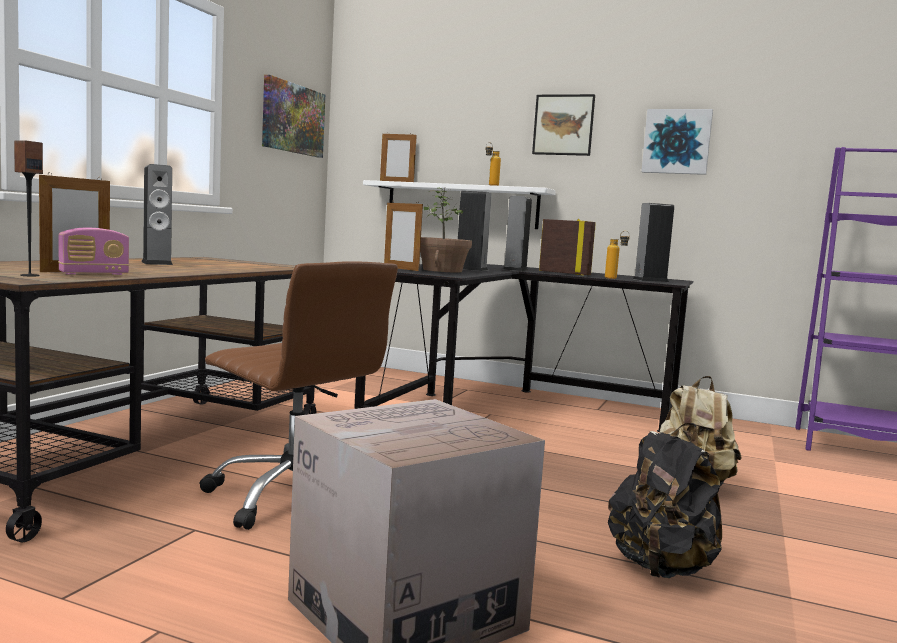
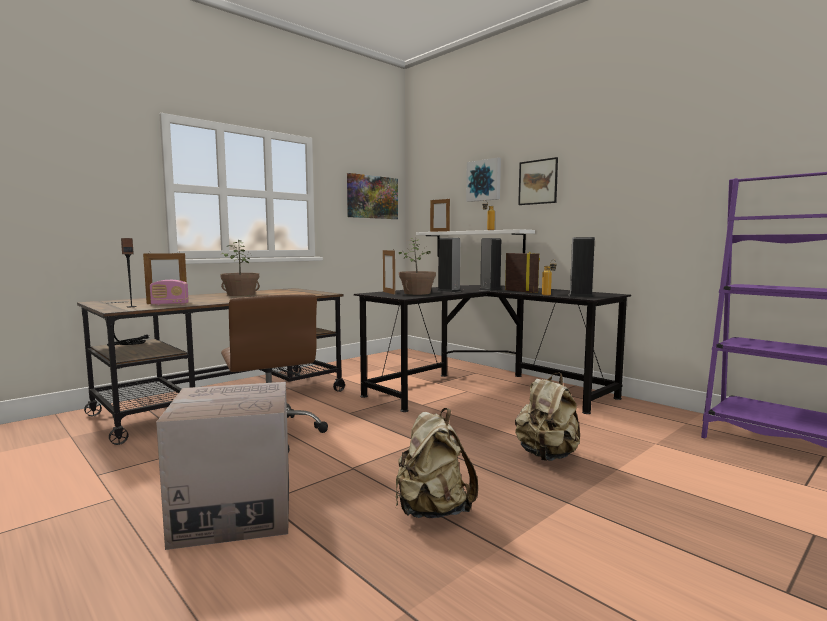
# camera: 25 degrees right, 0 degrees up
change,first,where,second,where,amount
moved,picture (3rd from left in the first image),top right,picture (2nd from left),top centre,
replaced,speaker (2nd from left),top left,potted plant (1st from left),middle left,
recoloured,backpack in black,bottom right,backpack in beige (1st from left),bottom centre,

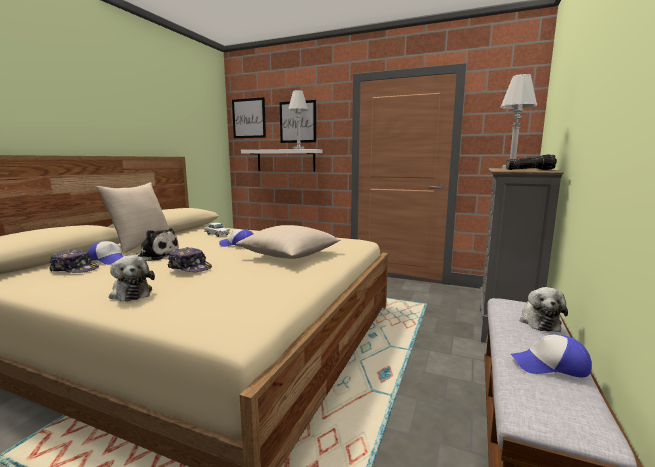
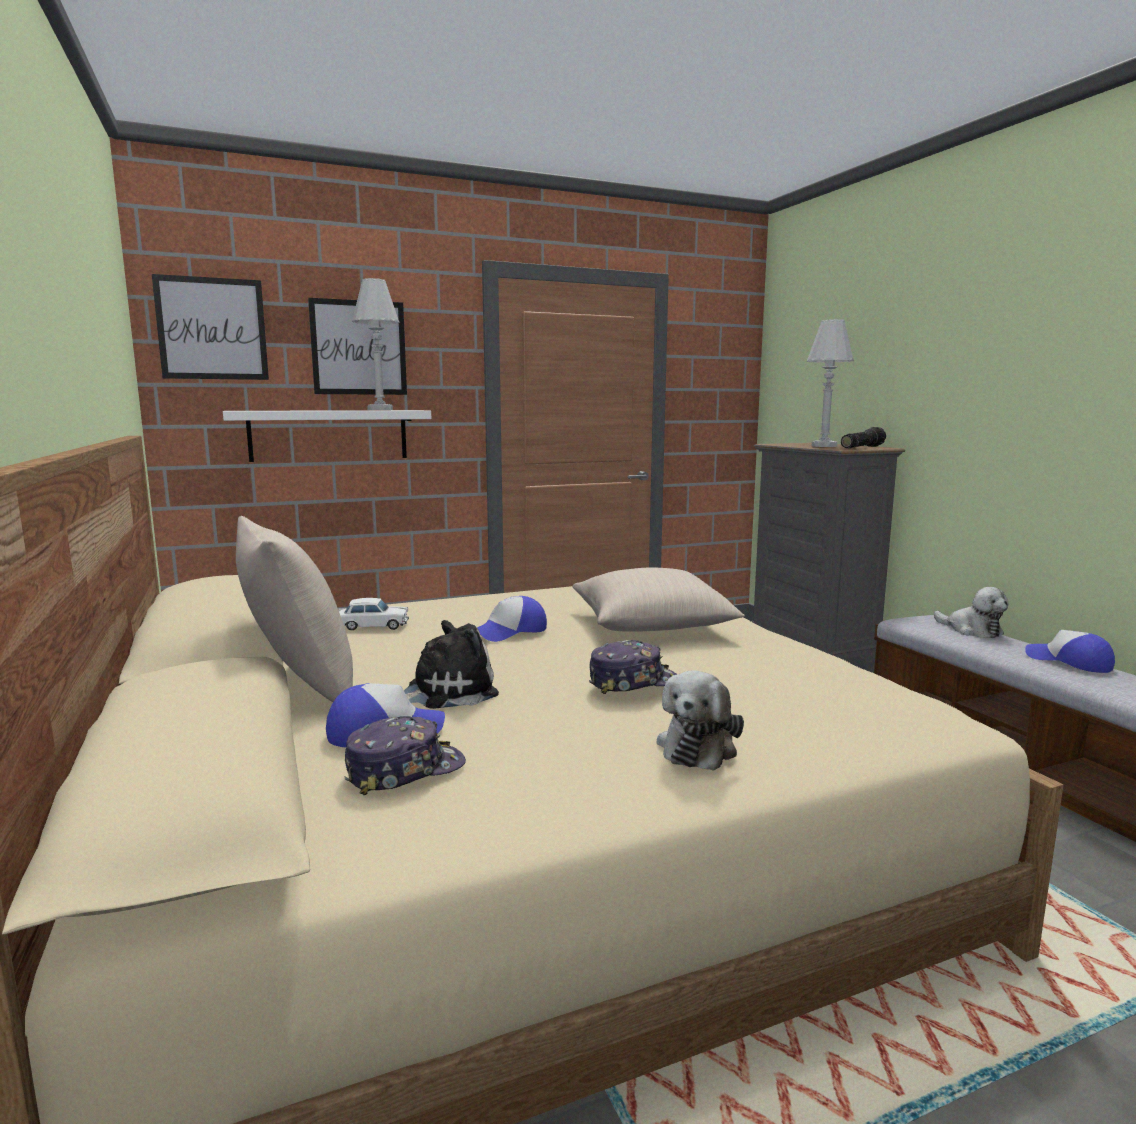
# camera: 45 degrees left, 0 degrees up
change,first,where,second,where,amount
turned,plush toy (1st from left in the first image),middle left,plush toy (2nd from left),centre,105 degrees clockwise
turned,cap (5th from left),bottom right,,middle right,90 degrees clockwise

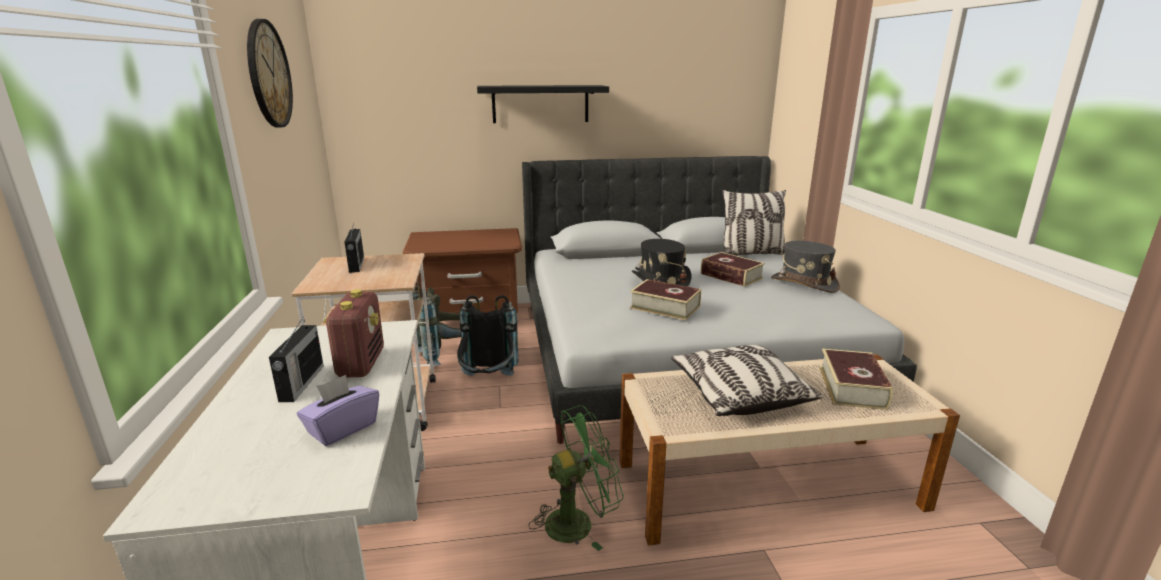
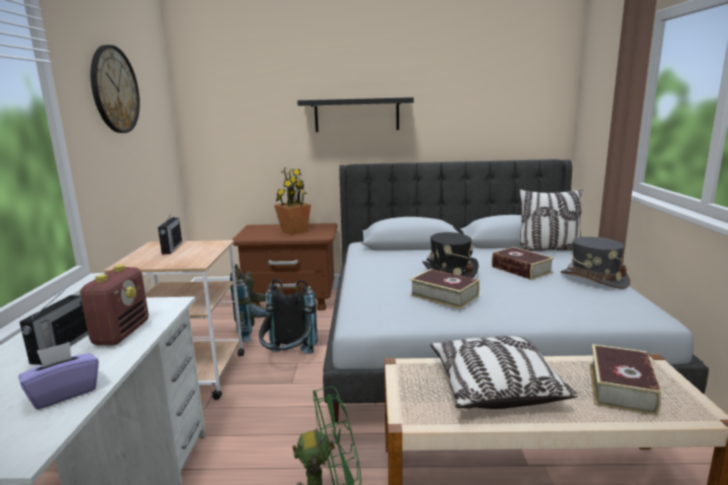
# camera: 10 degrees right, 5 degrees down
change,first,where,second,where,amount
added,,,potted plant,centre,

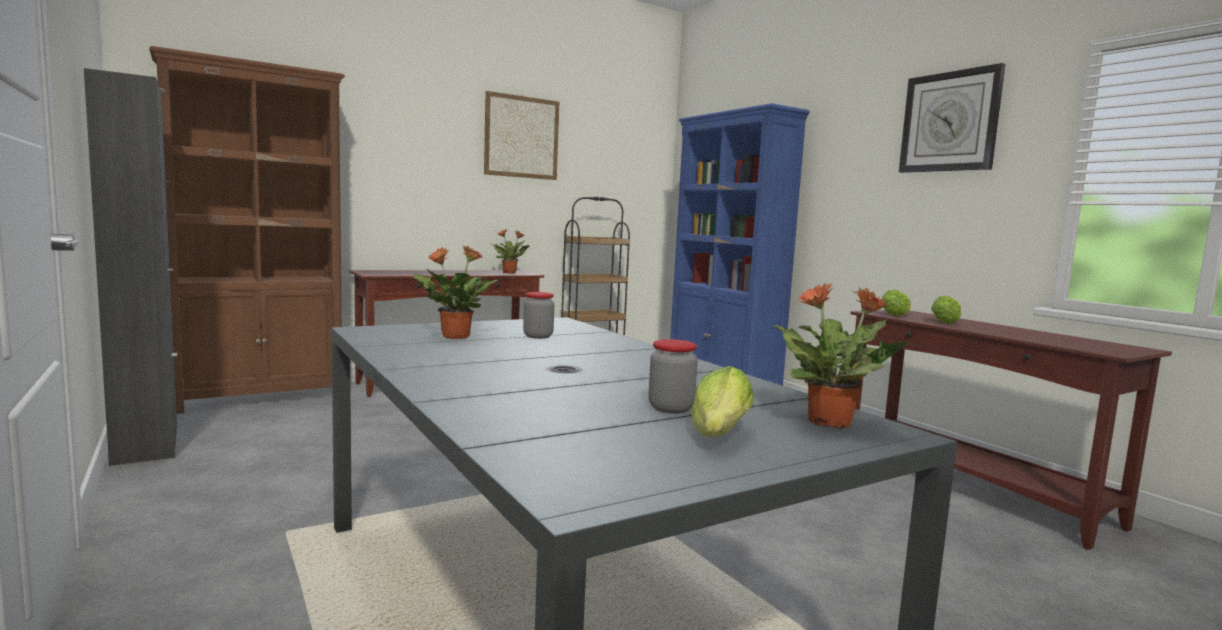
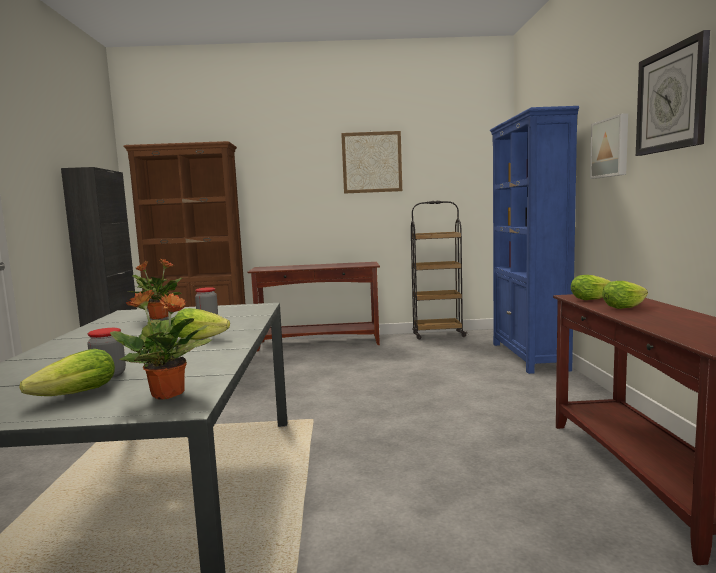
# camera: 30 degrees right, 0 degrees up
change,first,where,second,where,amount
removed,potted plant (2nd from left),centre,,,
added,,,picture (2nd from left),top right,
added,,,lettuce (2nd from left),middle left,

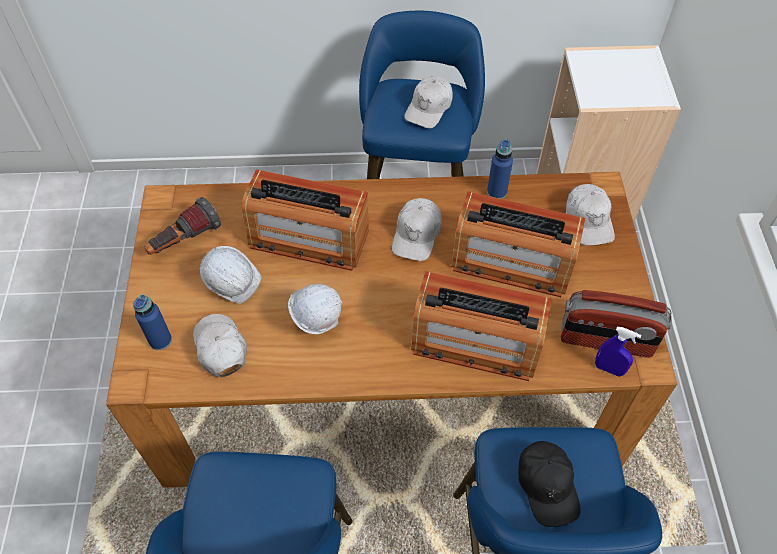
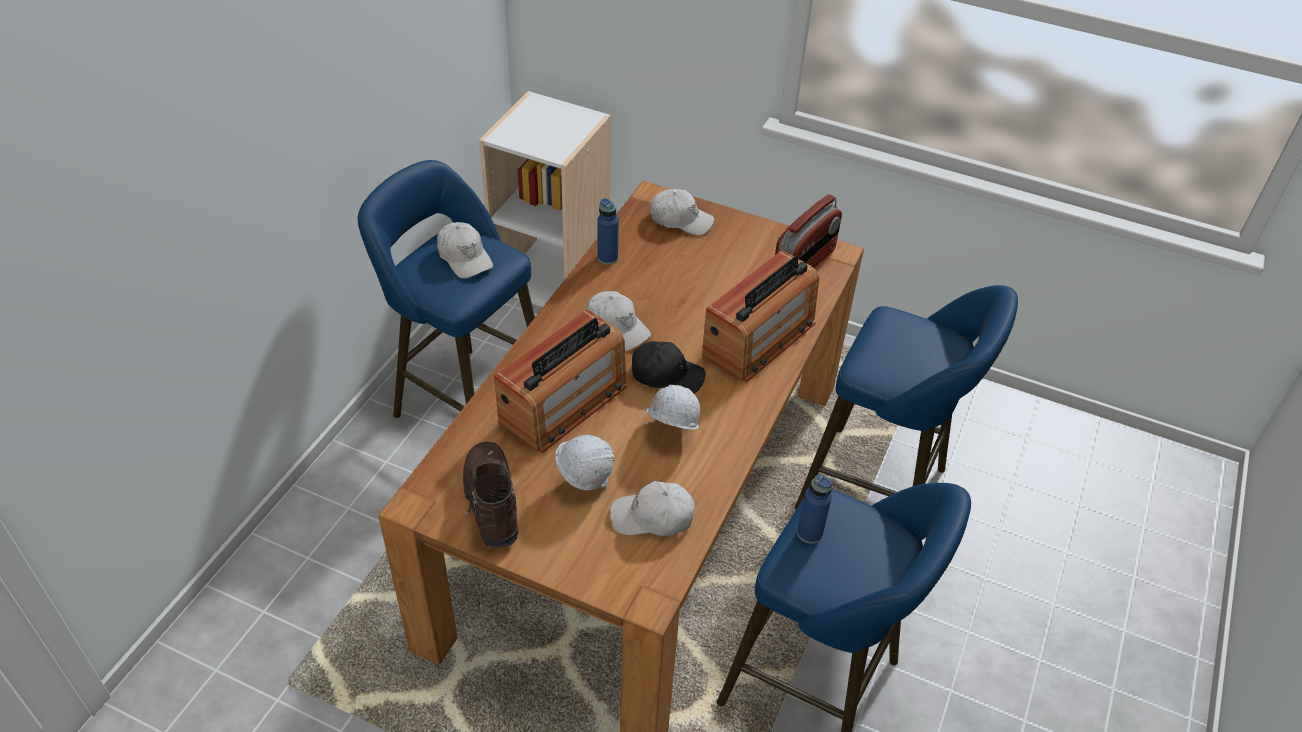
# camera: 65 degrees left, 10 degrees down
change,first,where,second,where,amount
removed,radio (3rd from left),middle right,,,
replaced,flashlight,middle left,boot in brown,bottom centre,
moved,bottle in blue (1st from left in the first image),middle left,bottle in blue (2nd from left),bottom centre,
removed,spray bottle in blue,middle right,,,
moved,cap in black,bottom right,,centre,

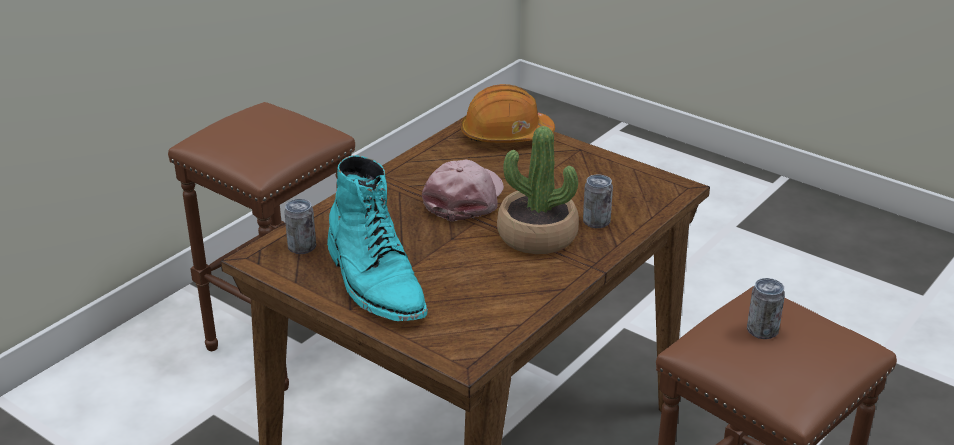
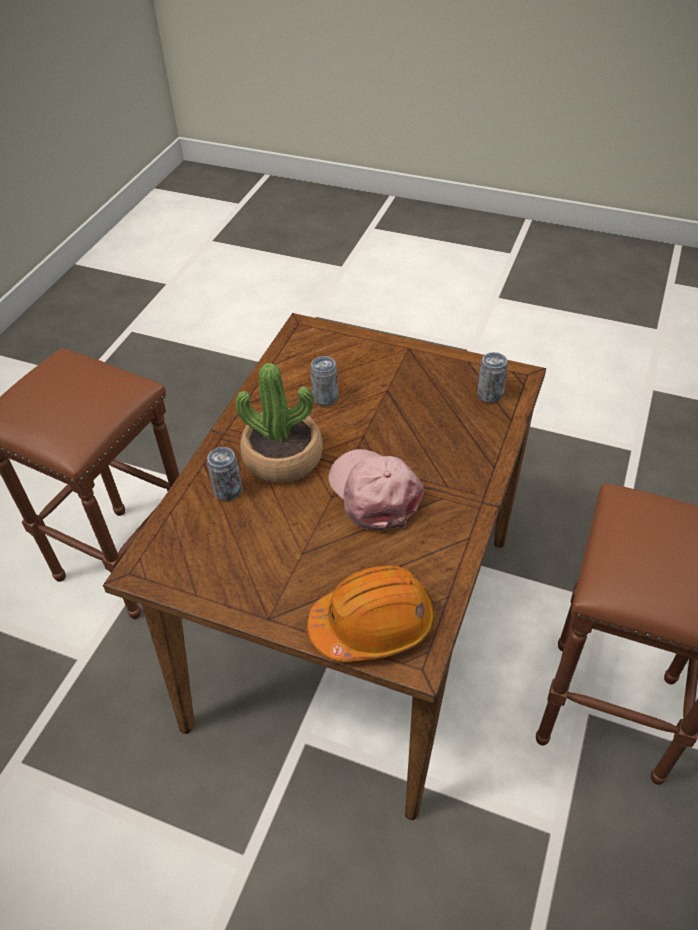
# camera: 165 degrees right, 15 degrees up
change,first,where,second,where,amount
removed,boot in turquoise,centre,,,
turned,cap in pink,centre,,centre,150 degrees clockwise
moved,can (3rd from left in the first image),bottom right,can (2nd from left),centre,

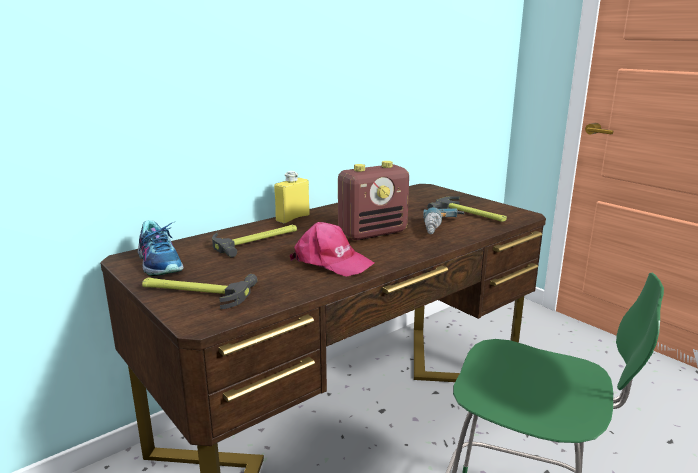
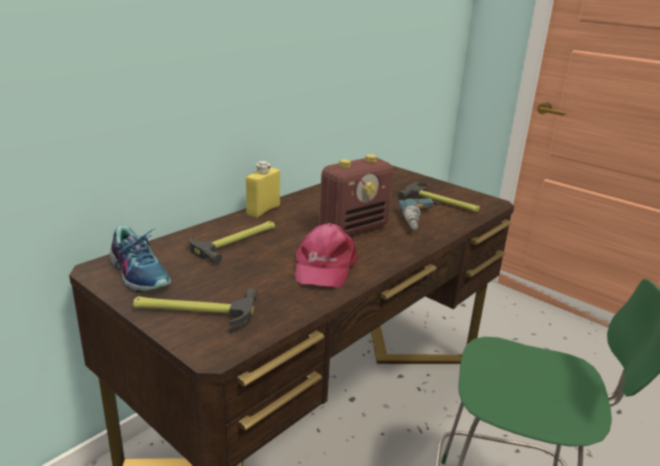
# camera: 10 degrees left, 5 degrees up
change,first,where,second,where,amount
turned,cap in pink,centre,,centre,75 degrees clockwise

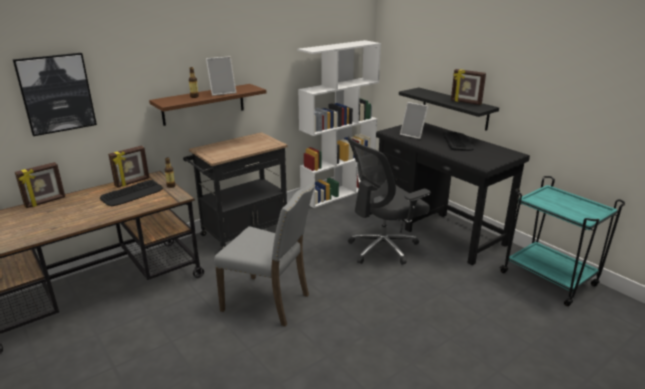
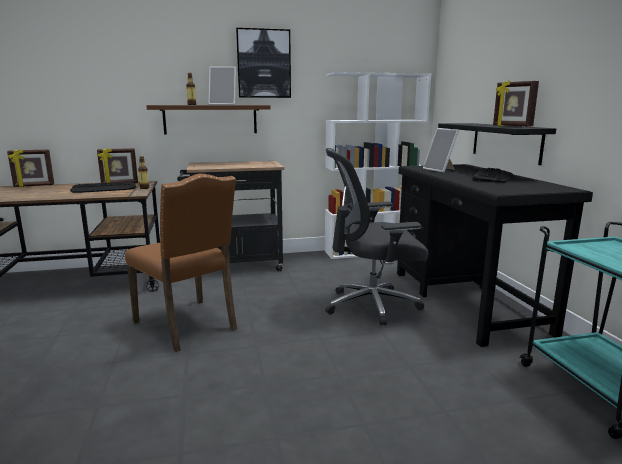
# camera: 25 degrees right, 10 degrees down
change,first,where,second,where,amount
moved,picture,top left,,top centre,
recoloured,chair in grey,centre,chair in brown,middle left,

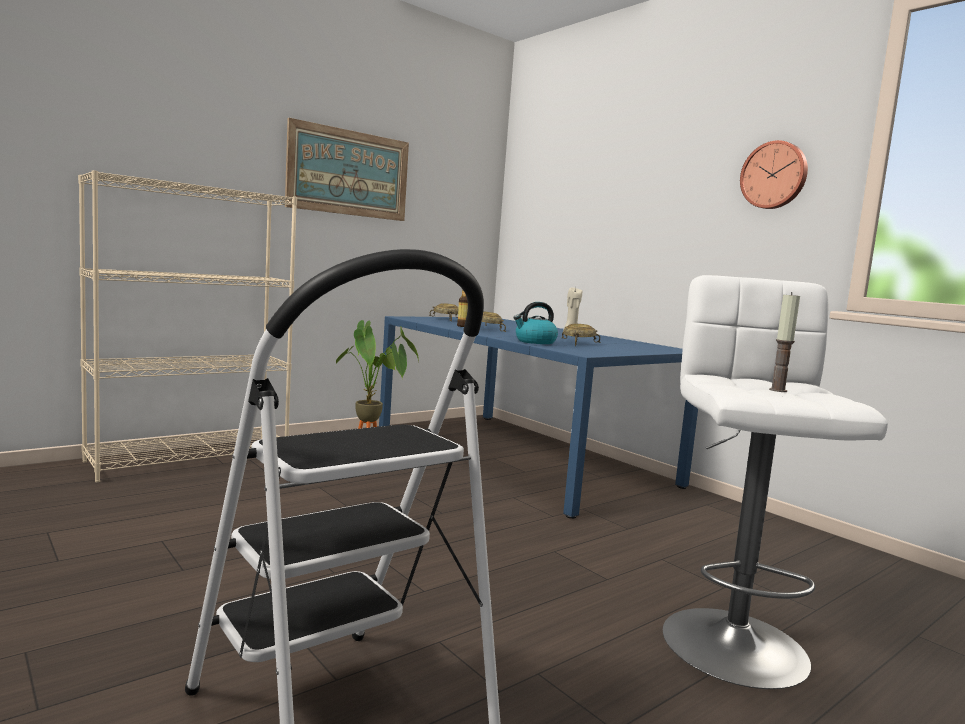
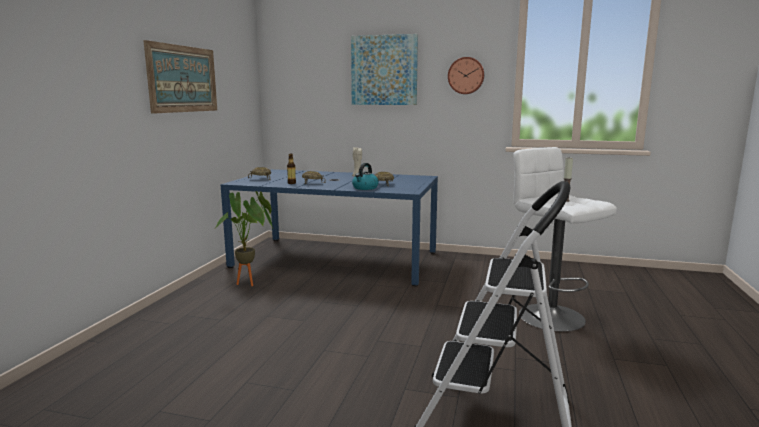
# camera: 35 degrees left, 5 degrees up
change,first,where,second,where,amount
removed,bookcase in beige,middle left,,,
added,,,picture (2nd from left),top centre,

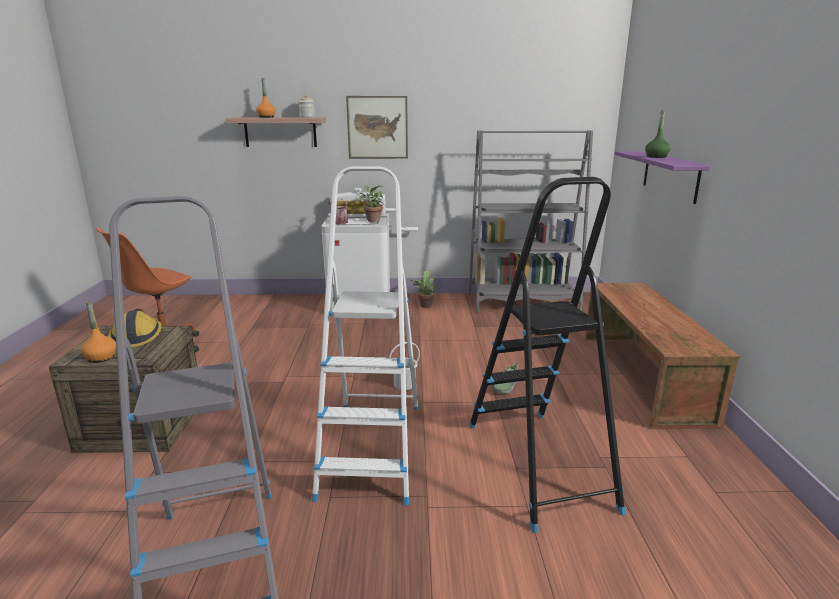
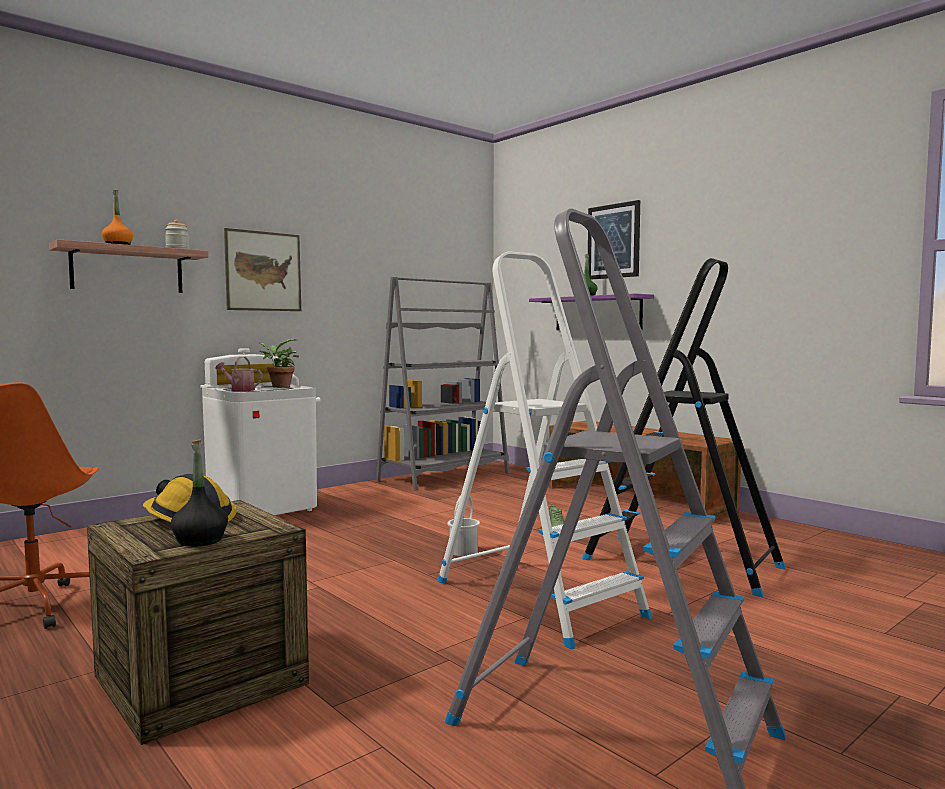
# camera: 40 degrees left, 15 degrees down
change,first,where,second,where,amount
removed,potted plant (2nd from left),centre,,,
recoloured,bottle in orange (1st from left),middle left,bottle in black,middle left,
added,,,picture (2nd from left),top centre,

